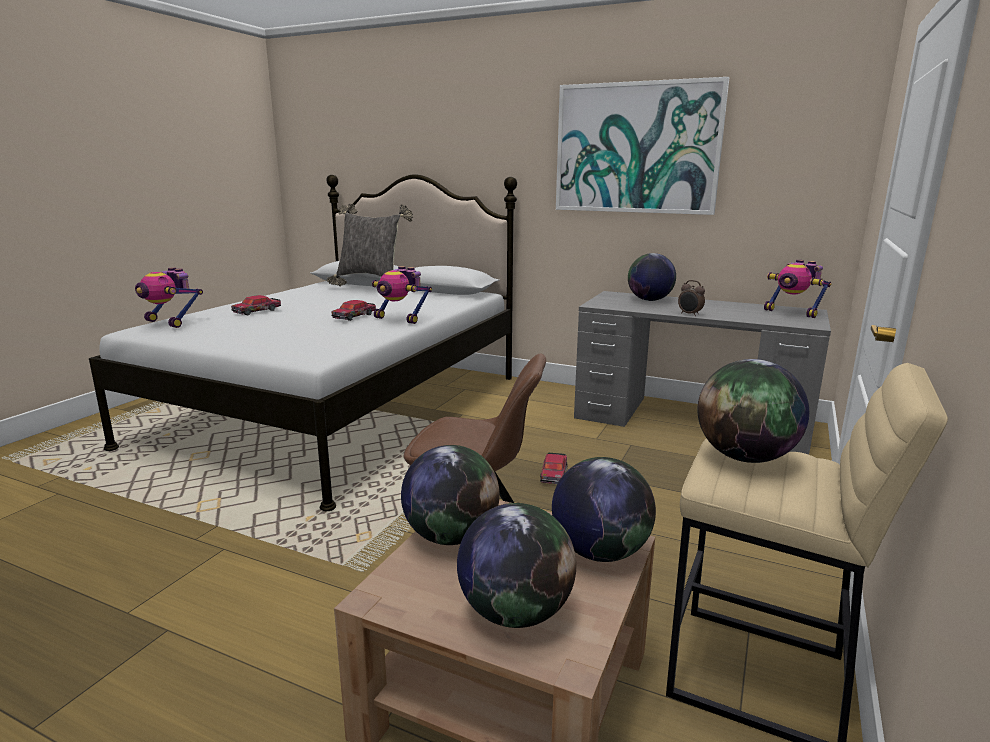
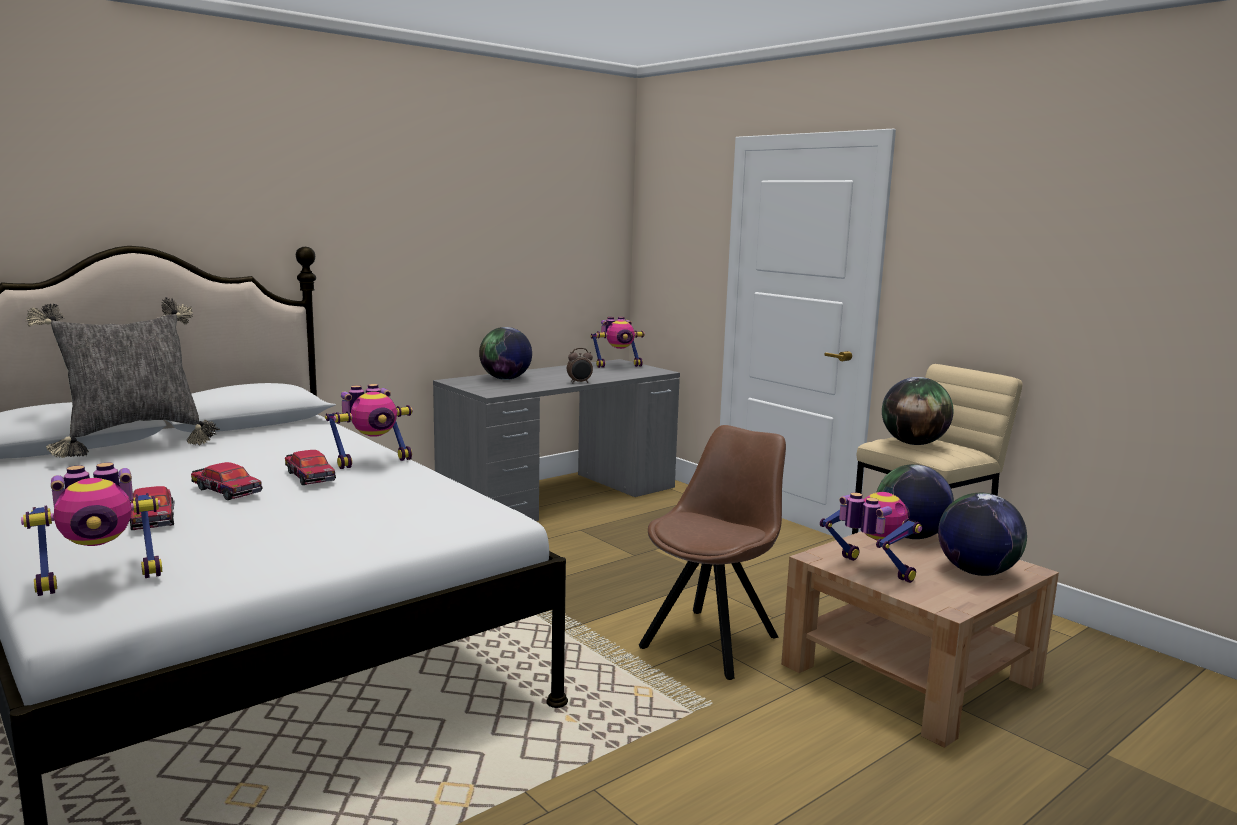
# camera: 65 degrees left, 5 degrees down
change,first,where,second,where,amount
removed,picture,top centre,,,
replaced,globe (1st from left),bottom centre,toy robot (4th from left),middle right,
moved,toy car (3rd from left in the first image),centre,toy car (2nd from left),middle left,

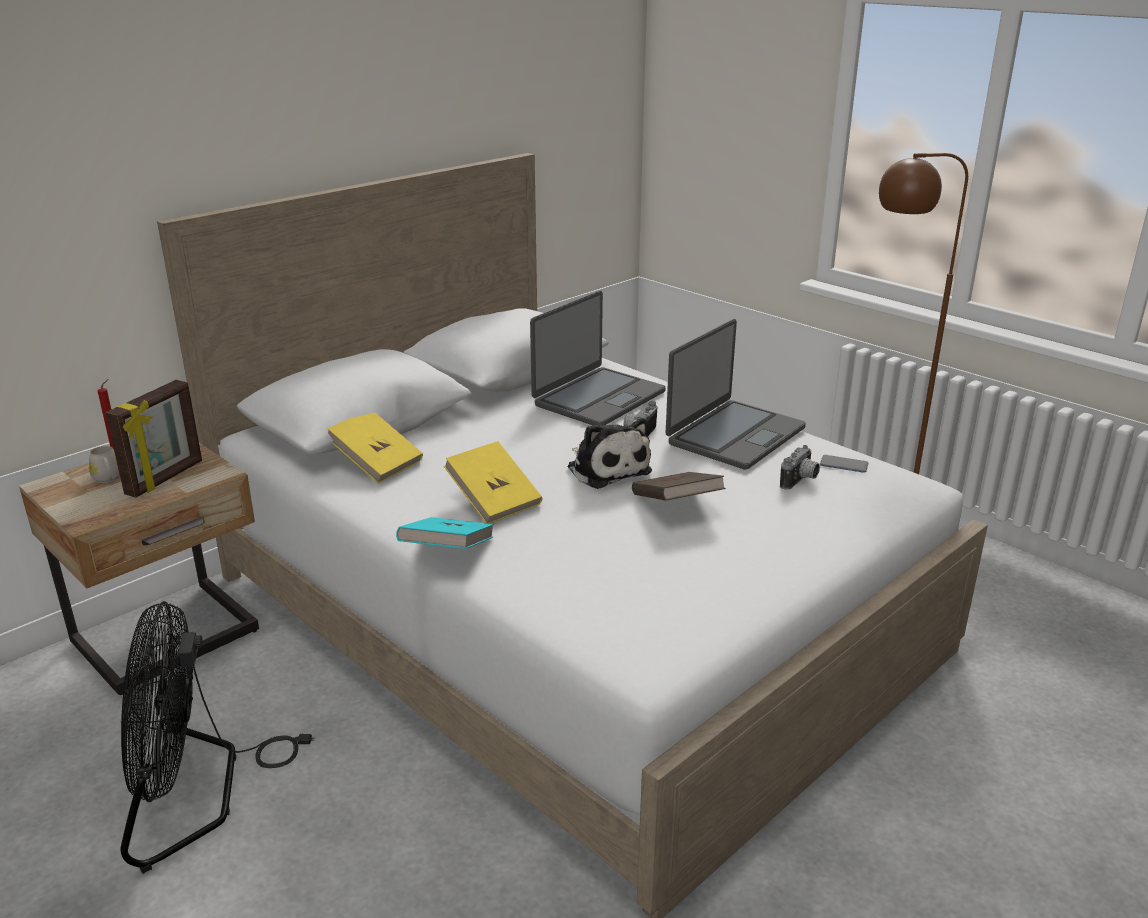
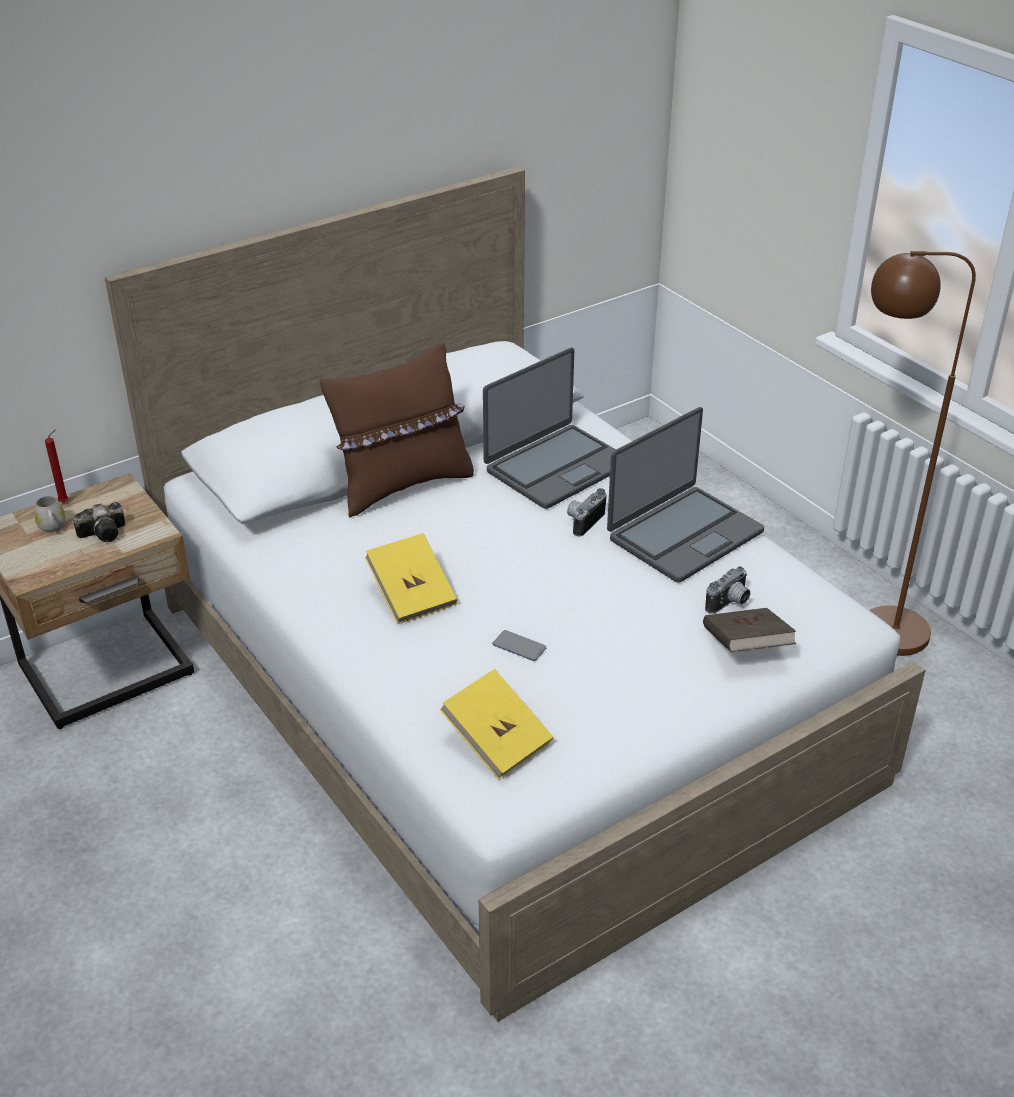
# camera: 10 degrees right, 10 degrees up
change,first,where,second,where,amount
replaced,picture frame,middle left,photo camera (1st from left),middle left,
moved,book in yellow (1st from left in the first image),middle left,book in yellow (2nd from left),centre,
removed,plush toy,centre,,,
moved,phone,middle right,,centre,
moved,book in brown,centre,,middle right,
removed,book in turquoise,centre,,,
removed,fan in black,bottom left,,,
added,,,pillow in brown,centre,

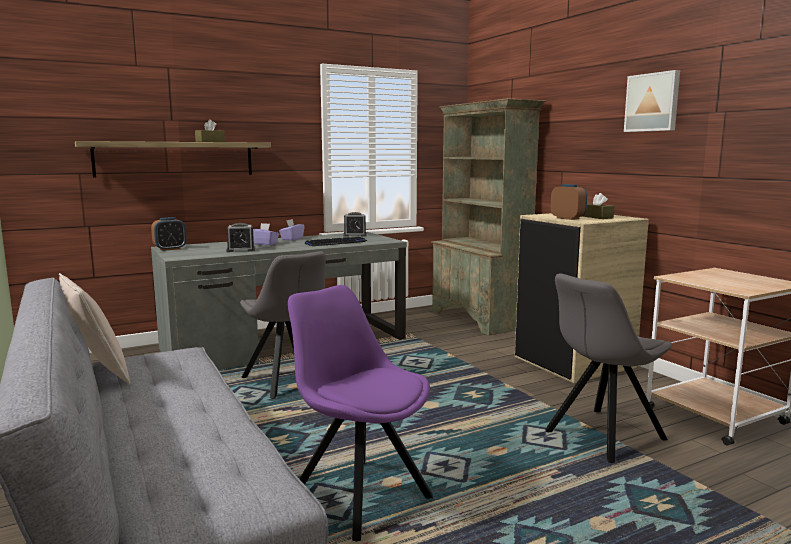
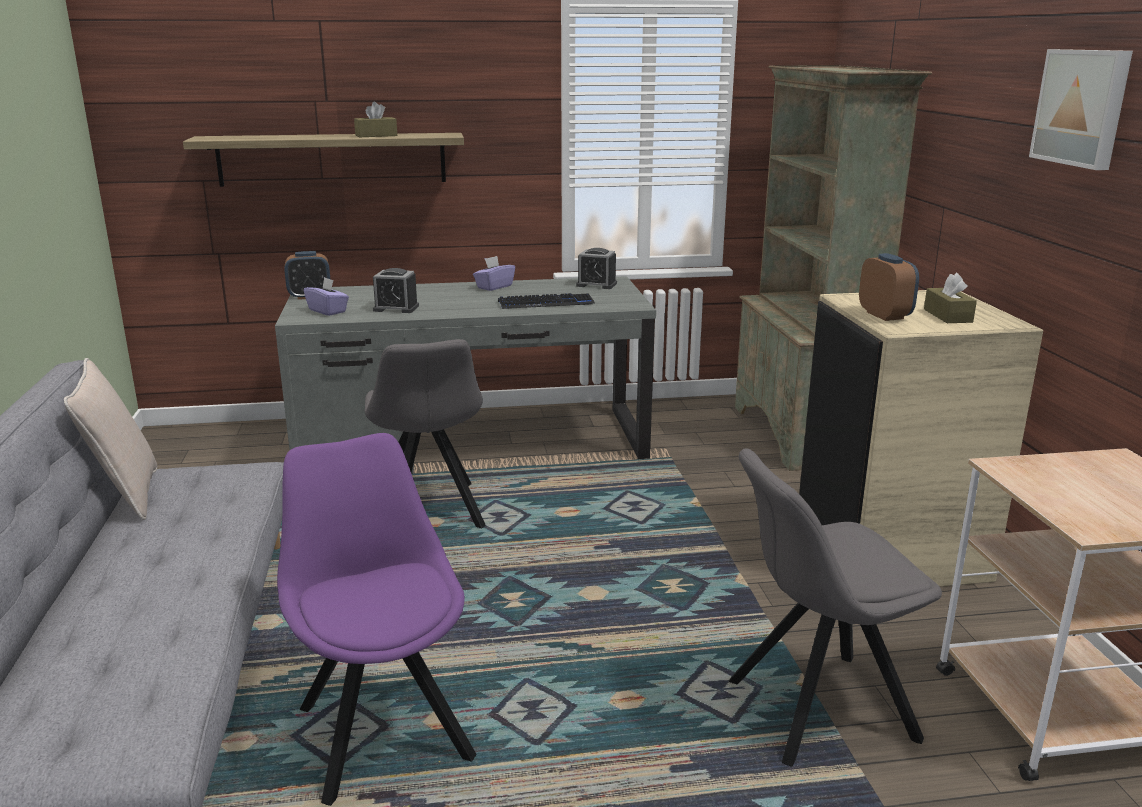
# camera: 20 degrees right, 10 degrees up
change,first,where,second,where,amount
moved,tissue box in purple (1st from left),centre,,middle left,

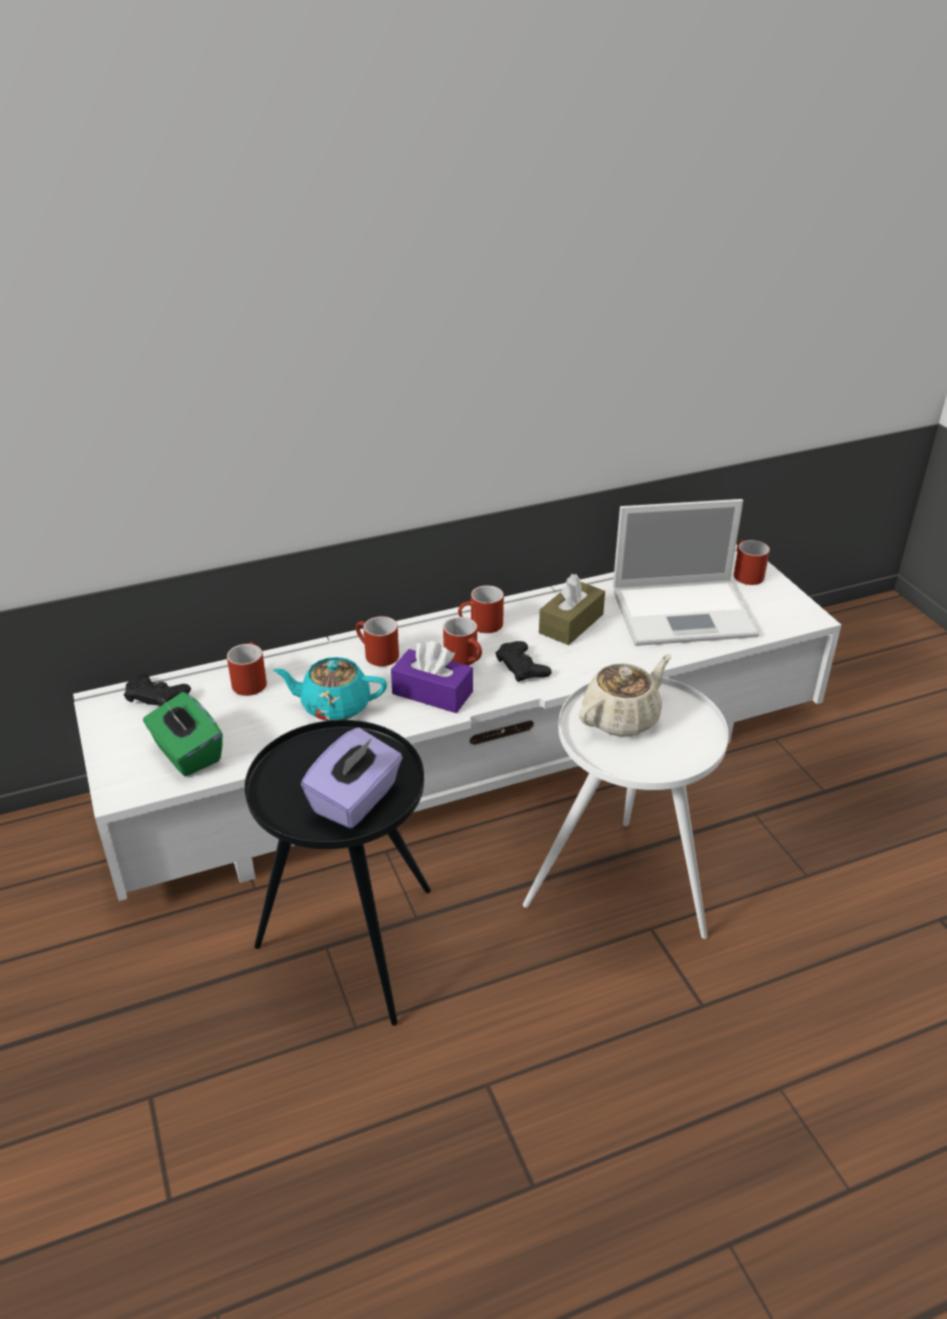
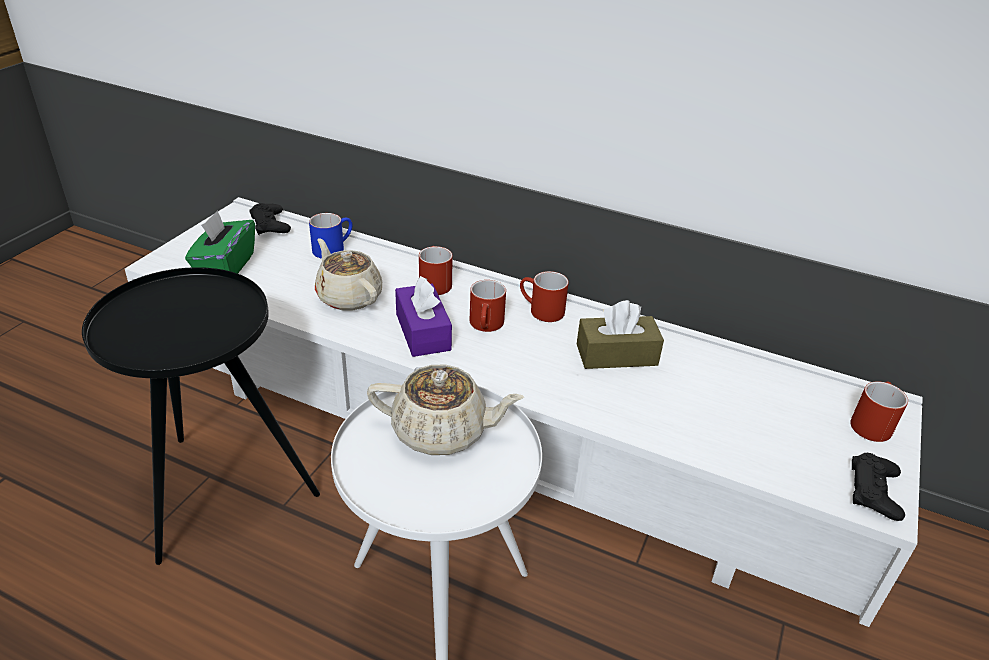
# camera: 45 degrees right, 0 degrees up
change,first,where,second,where,amount
removed,laptop,middle right,,,
moved,game controller in black (2nd from left),centre,,bottom right,
recoloured,mug in red (1st from left),middle left,mug in blue,centre,
recoloured,teapot in turquoise,centre,teapot in beige (1st from left),centre,
removed,tissue box in purple (1st from left),centre,,,

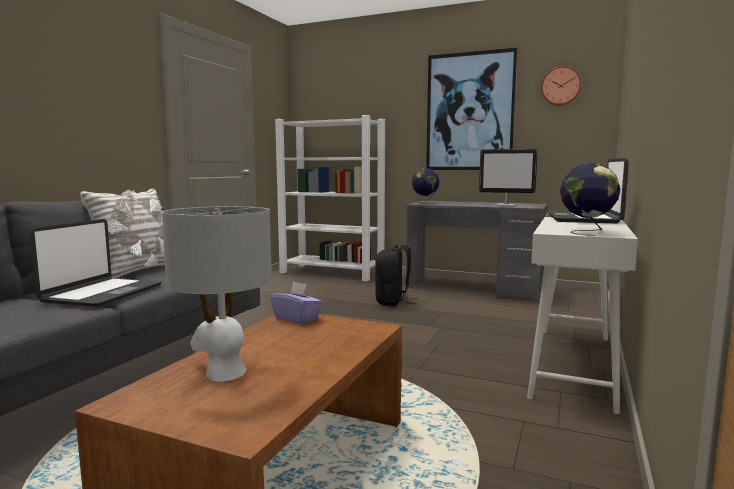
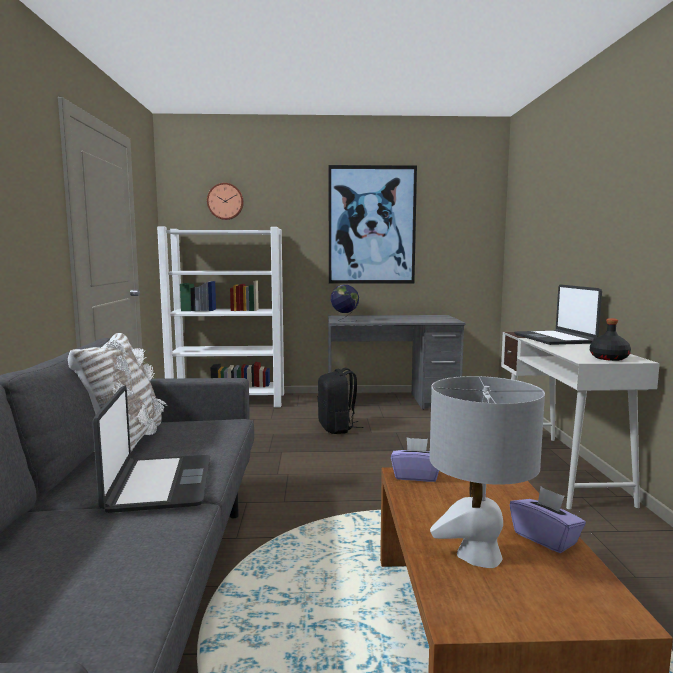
# camera: 25 degrees left, 0 degrees up
change,first,where,second,where,amount
moved,wall clock,top right,,top centre,
removed,monitor,middle right,,,
replaced,globe (2nd from left),middle right,bottle in black,middle right,
added,,,tissue box in purple (2nd from left),bottom right,

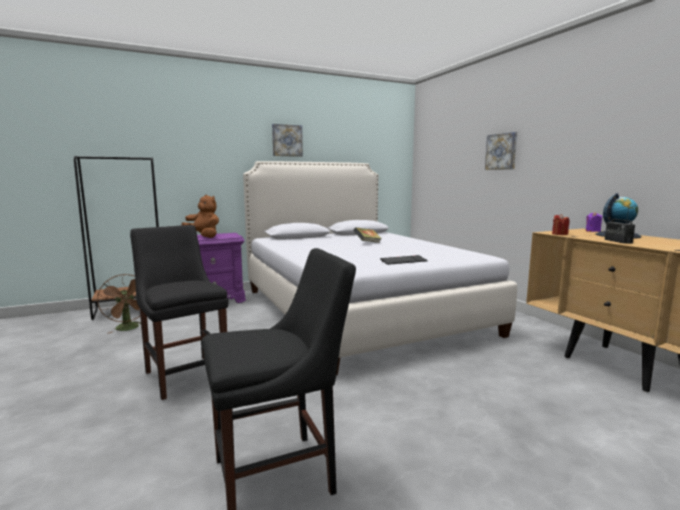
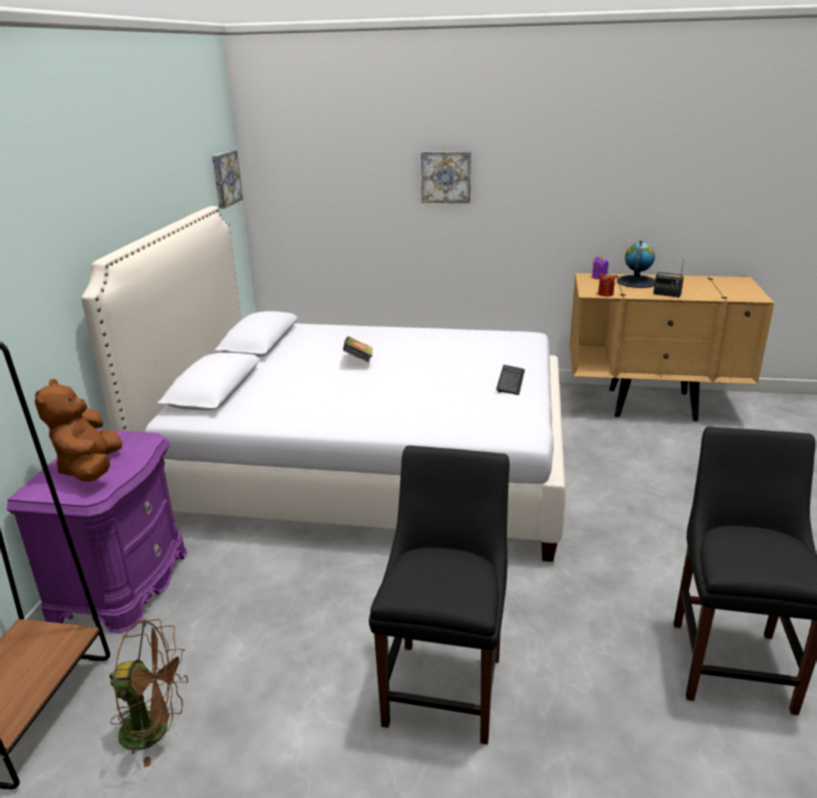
# camera: 55 degrees left, 15 degrees up
change,first,where,second,where,amount
moved,picture (1st from left),top centre,,top left,
turned,plush toy in brown,middle left,,middle left,75 degrees counterclockwise
turned,chair in black (1st from left),middle left,,bottom centre,105 degrees clockwise

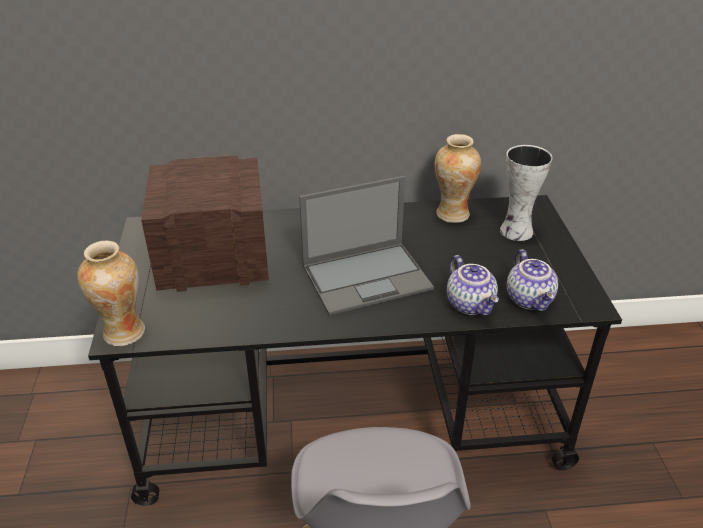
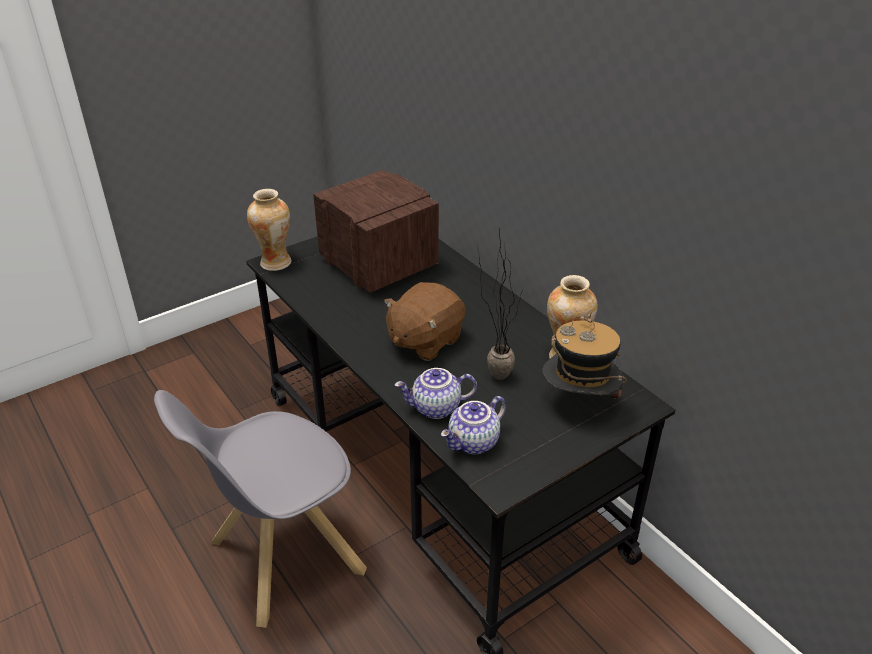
# camera: 60 degrees right, 0 degrees up
change,first,where,second,where,amount
replaced,vase (3rd from left),middle right,hat,middle right,
replaced,laptop,centre,plush toy in brown,centre,
turned,teapot (1st from left),middle right,,centre,45 degrees clockwise
added,,,potted plant,centre,

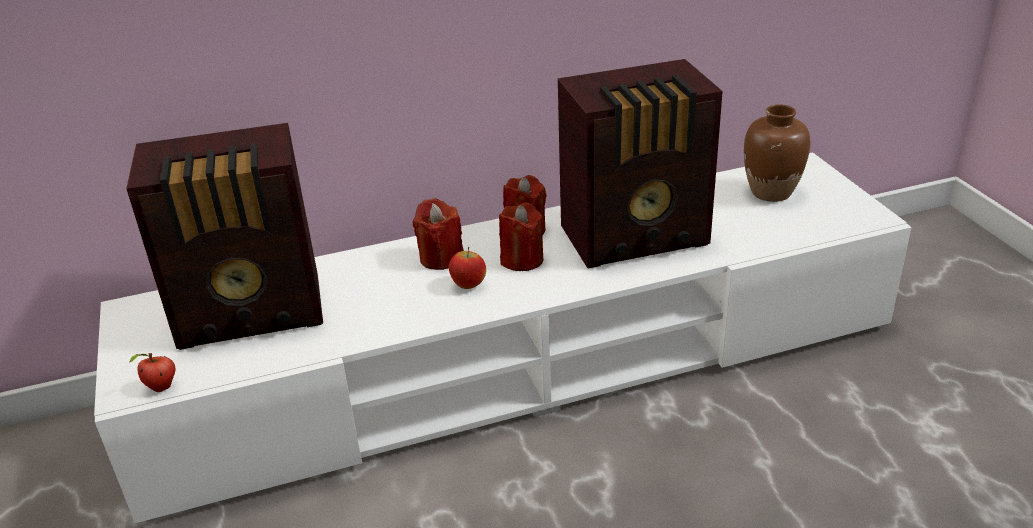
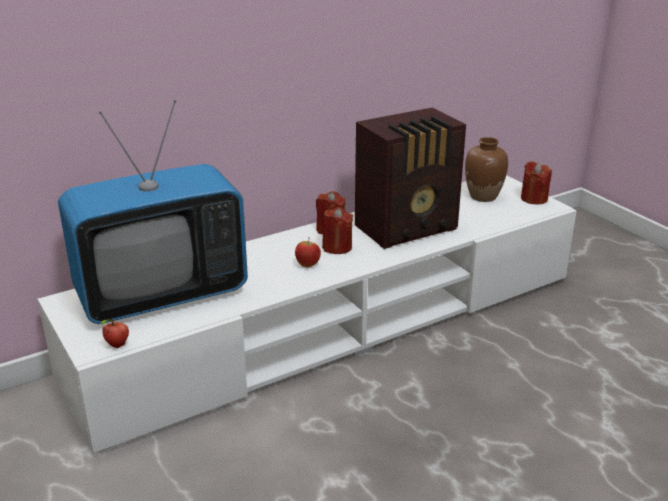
# camera: 15 degrees left, 5 degrees down
change,first,where,second,where,amount
replaced,radio (1st from left),middle left,television,middle left,
moved,candle in red (1st from left in the first image),centre,candle in red (3rd from left),middle right,

